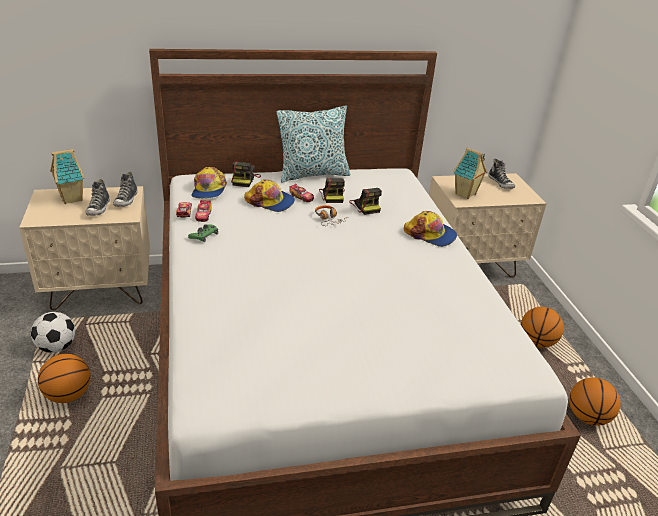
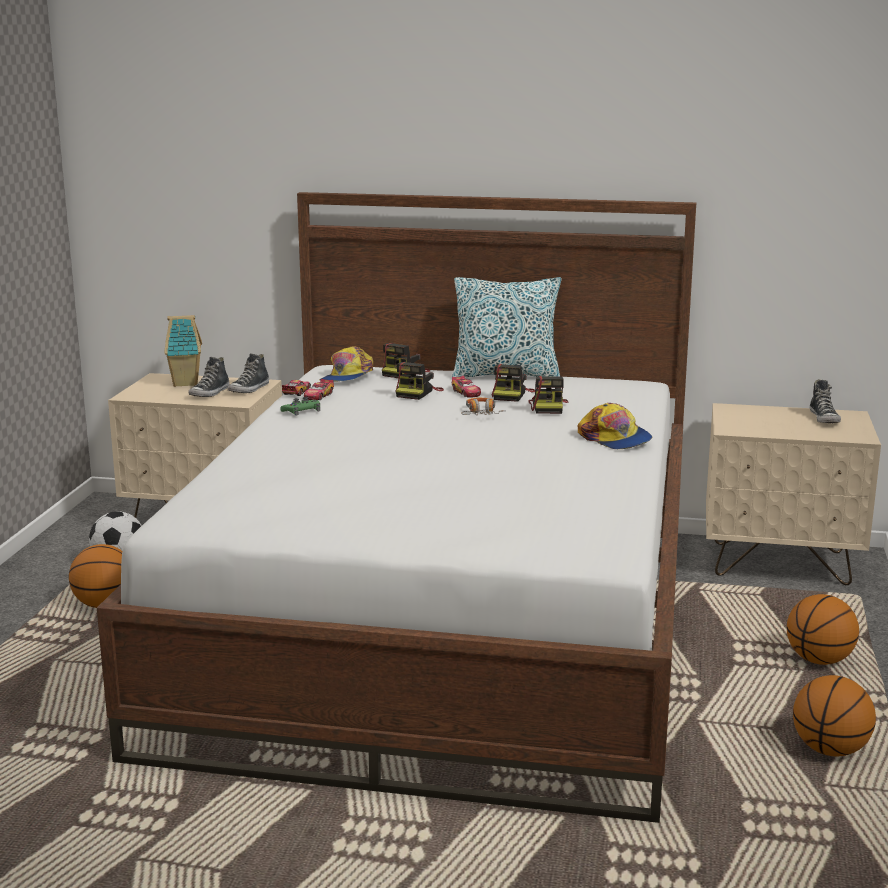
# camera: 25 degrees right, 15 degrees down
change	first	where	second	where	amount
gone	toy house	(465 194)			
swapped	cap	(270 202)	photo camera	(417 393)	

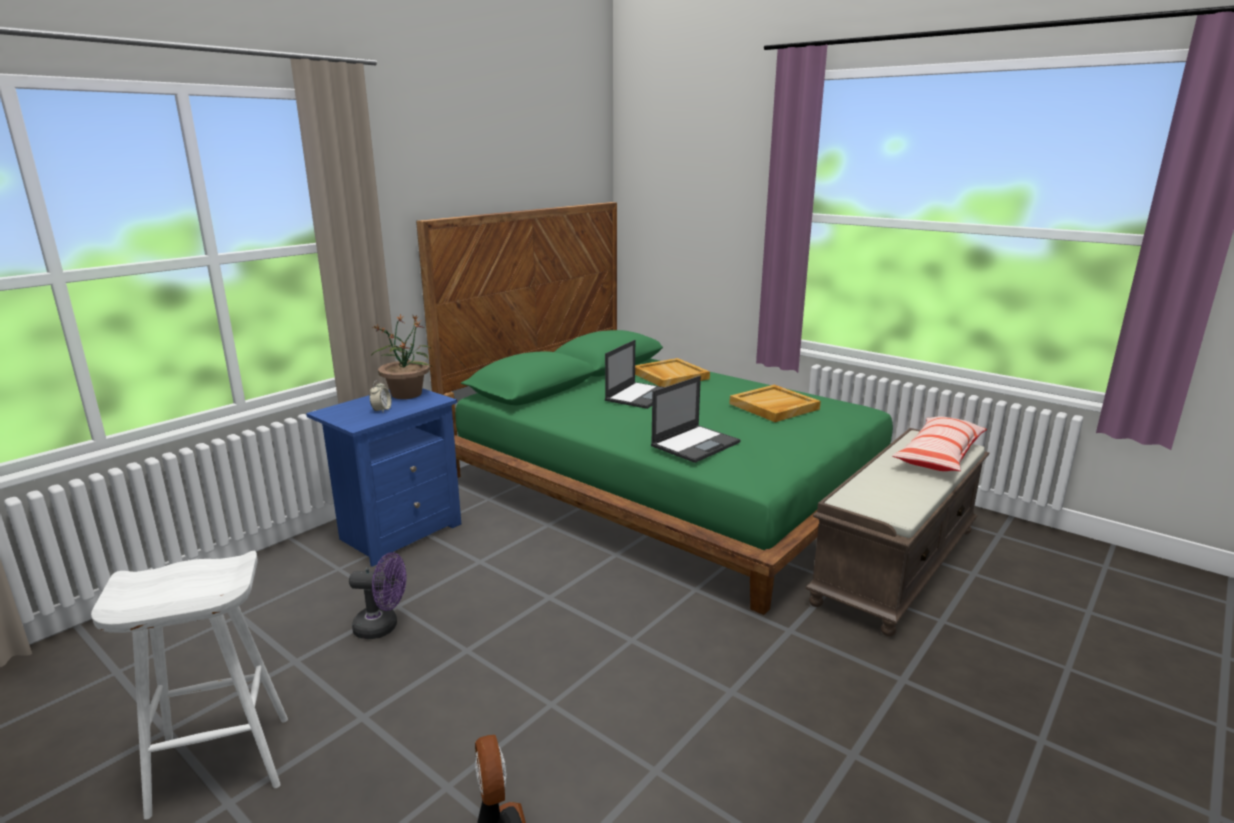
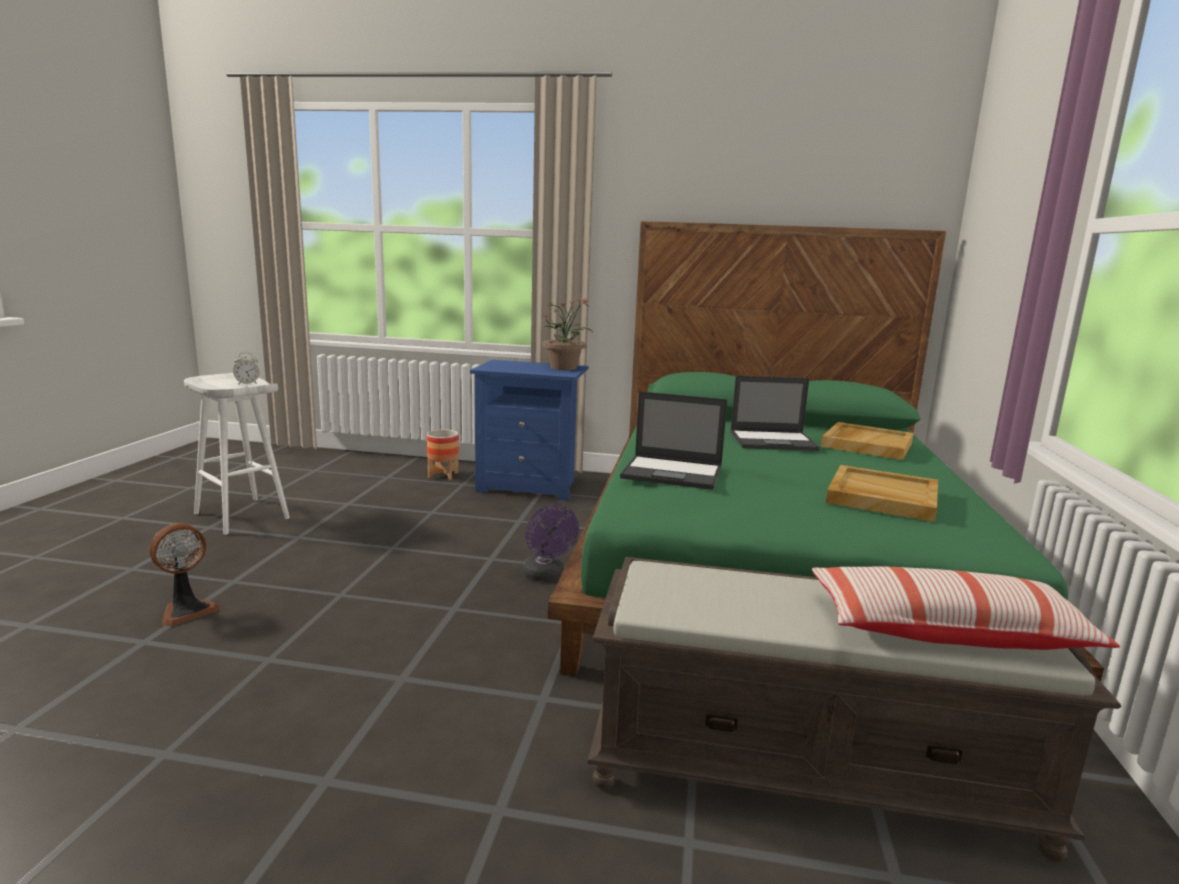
# camera: 60 degrees right, 5 degrees down
change	first	where	second	where	amount
new			planter	(443 475)	
shifted	fan/purple	(383 627)		(546 576)	
shifted	alarm clock	(381 410)		(247 383)	

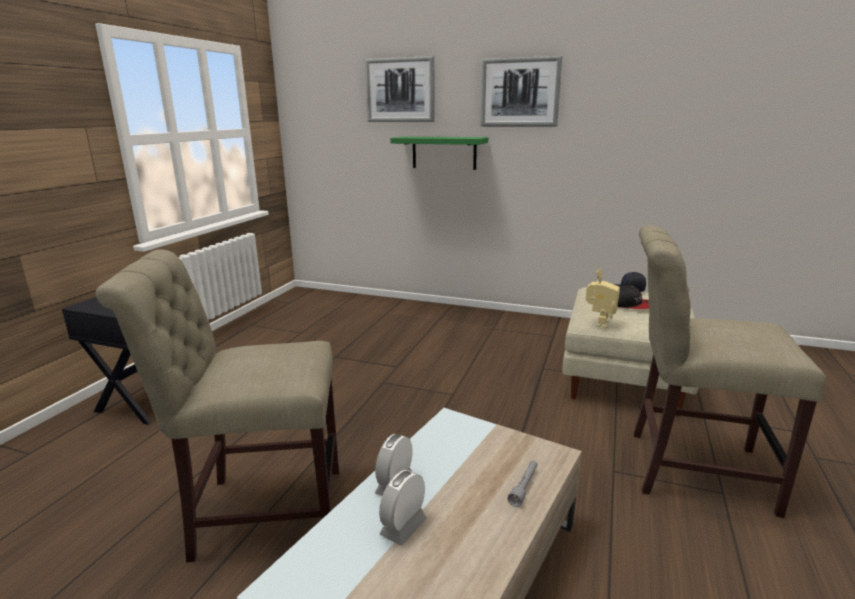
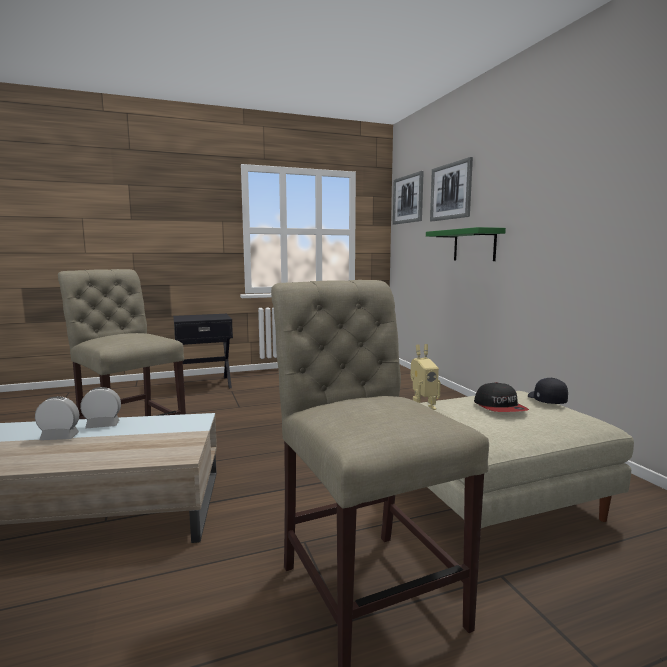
# camera: 50 degrees right, 10 degrees down
change	first	where	second	where	amount
gone	flashlight/grey	(524 487)			
shifted	picture	(520 92)		(408 199)	

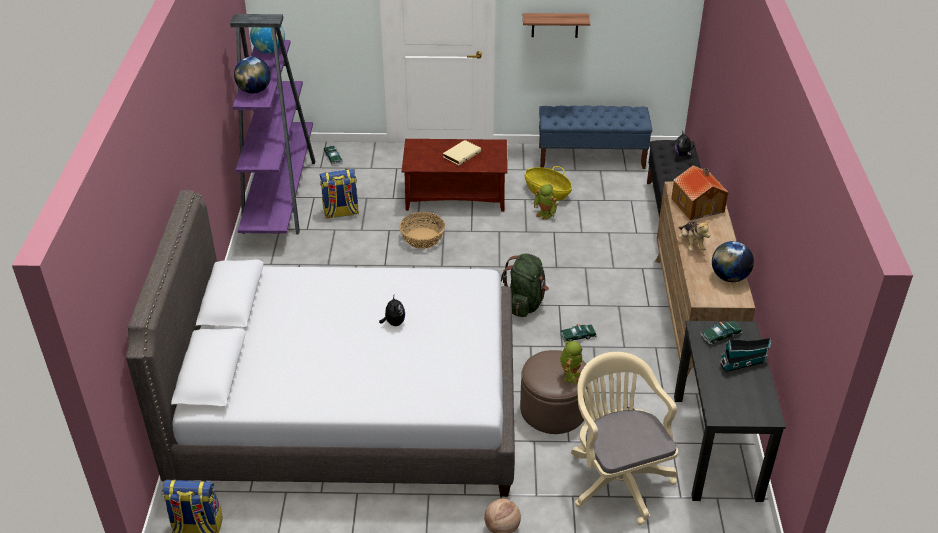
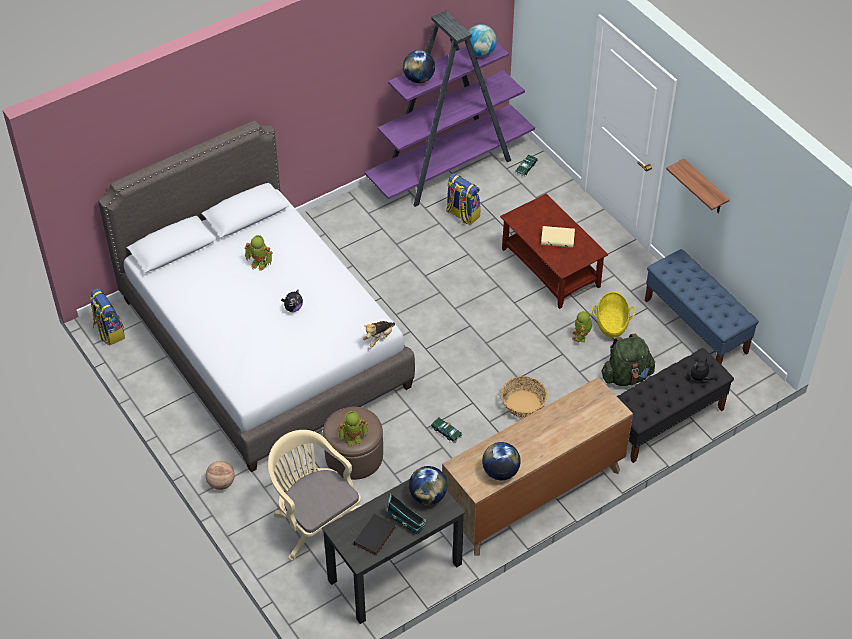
# camera: 55 degrees right, 10 degrees up
change	first	where	second	where	amount
gone	toy house	(698 204)			
new			toy robot	(260 263)	
new			book/black	(375 536)	
shifted	basket	(422 238)		(523 404)	
shifted	backpack/green	(524 303)		(626 376)	
shifted	plush toy	(690 244)		(379 338)	
swapped	toy car	(720 336)	globe	(428 496)	
rotated	office chair/beige	(617 477)		(316 525)	75 degrees counterclockwise

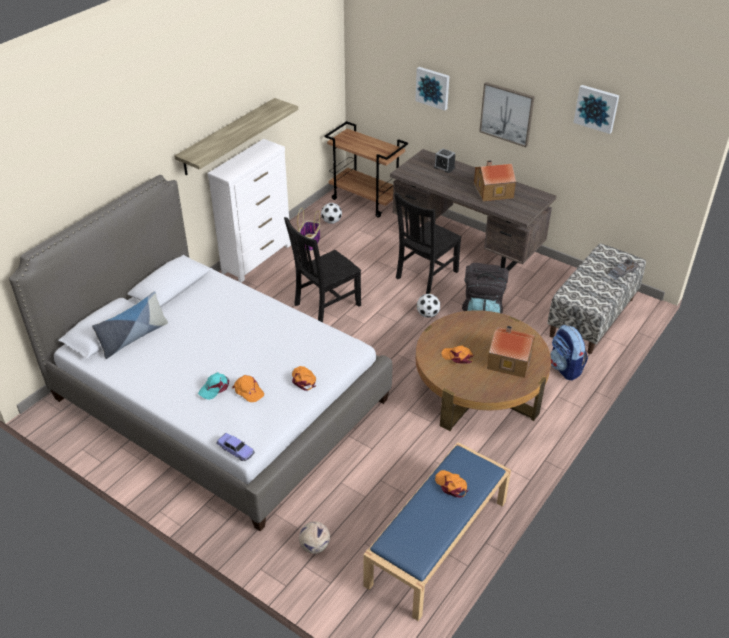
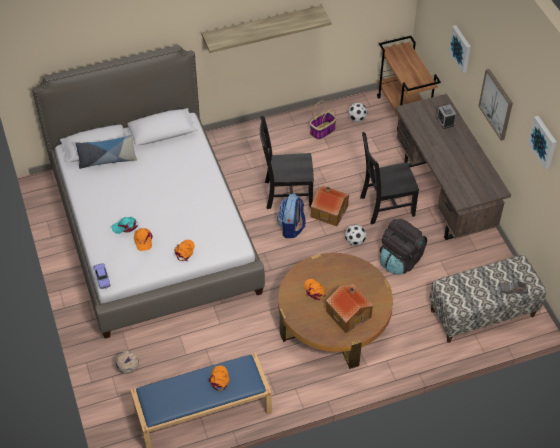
# camera: 35 degrees right, 10 degrees up
change	first	where	second	where	amount
gone	dresser/white	(257 258)			
shifted	toy house	(492 190)		(329 211)	
shifted	backpack	(565 368)		(291 227)	

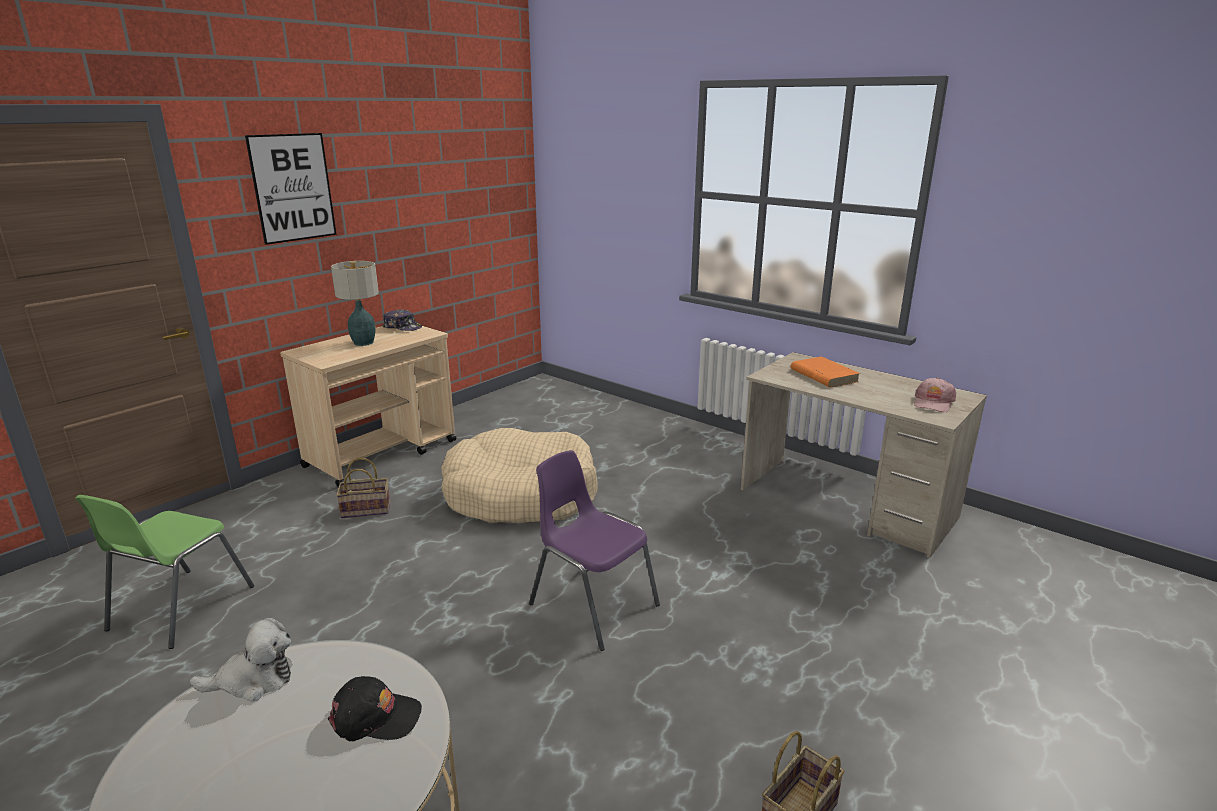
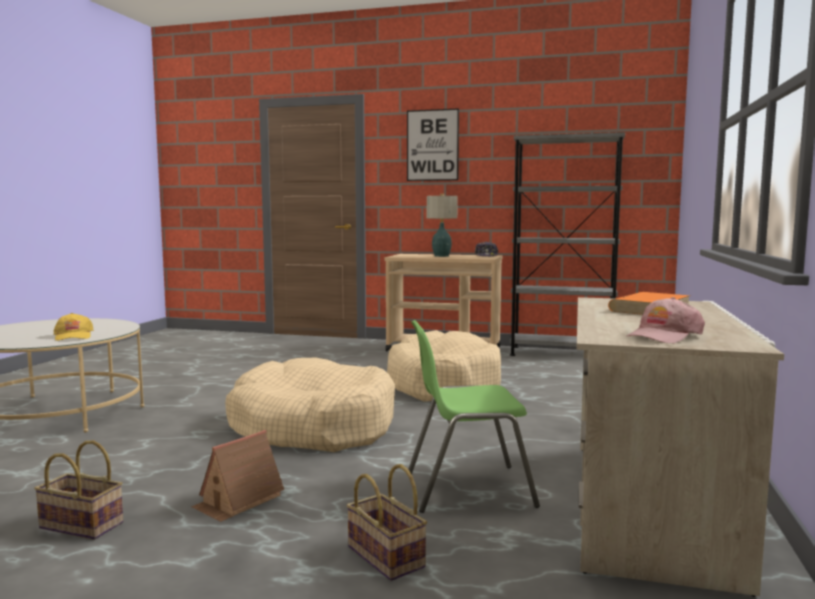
# camera: 65 degrees right, 15 degrees down
change	first	where	second	where	amount
gone	plush toy	(253 680)			
new			toy house	(238 501)	
new			bookcase/grey	(561 353)	
shifted	chair/green	(179 608)		(466 488)	
shifted	basket	(367 509)		(388 557)	
swapped	chair/purple	(592 604)	dog bed/beige	(312 427)	
repainted	cap/black	(375 717)	cap/yellow	(73 336)	
rotated	cap/pink	(933 402)		(663 336)	45 degrees counterclockwise

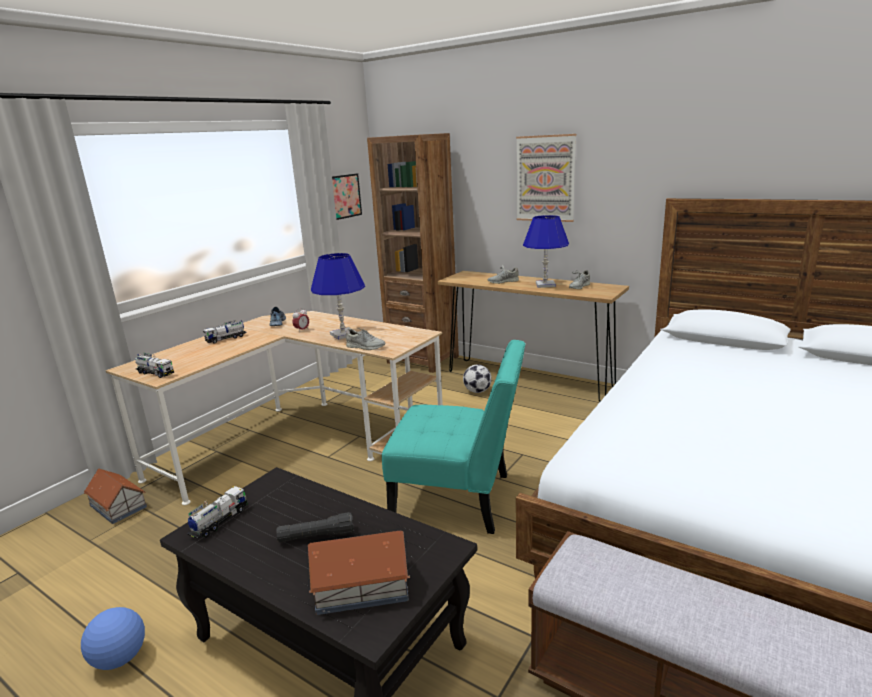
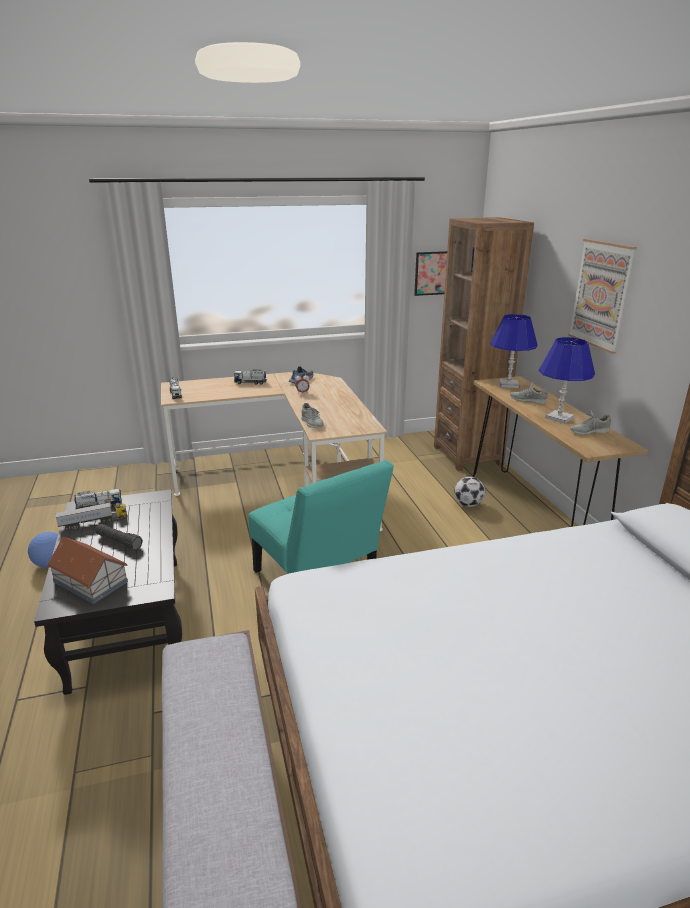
# camera: 40 degrees right, 5 degrees up
change	first	where	second	where	amount
gone	toy house	(118 505)			
new			toy truck	(93 522)	
shifted	table lamp/blue	(343 334)		(508 384)	

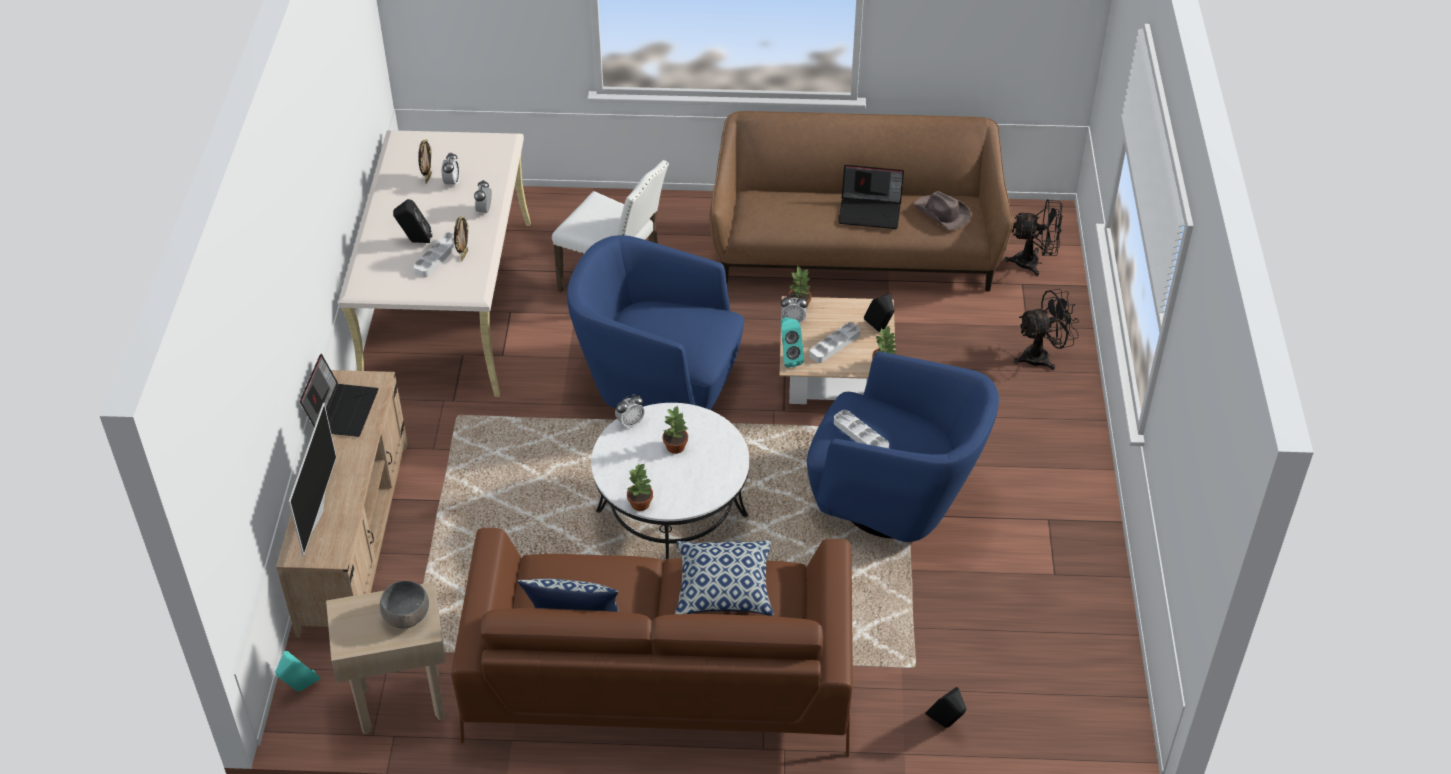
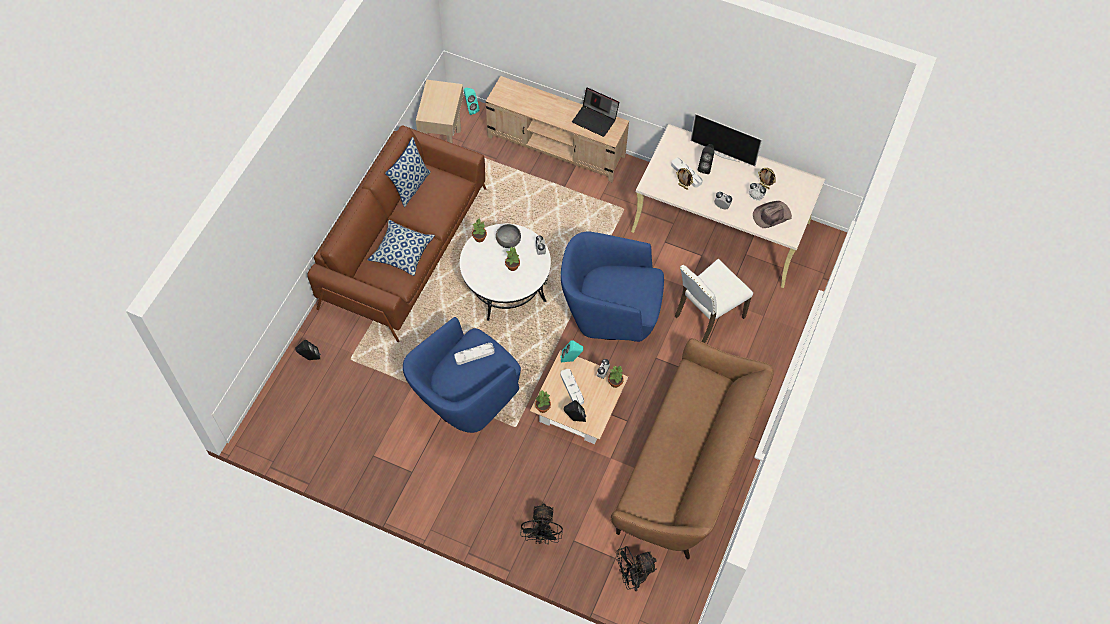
# camera: 110 degrees right, 15 degrees up
change	first	where	second	where	amount
gone	laptop	(870 211)			
shifted	television	(316 512)		(723 155)	
shifted	bowl/grey	(406 616)		(508 241)	
shifted	hat/brown	(941 213)		(771 216)	
rotated	armchair/blue	(658 383)		(609 311)	120 degrees counterclockwise
rotated	fan/black	(1033 263)		(633 576)	45 degrees clockwise

